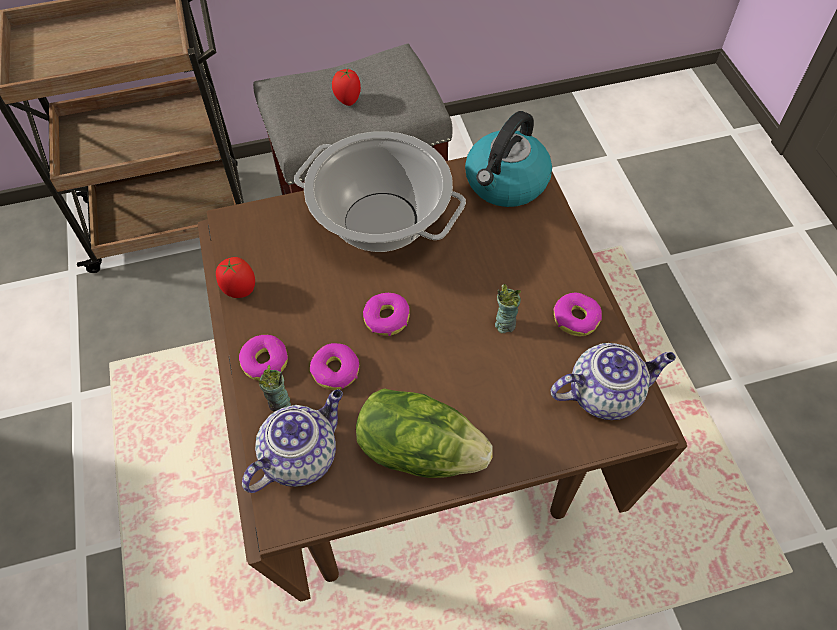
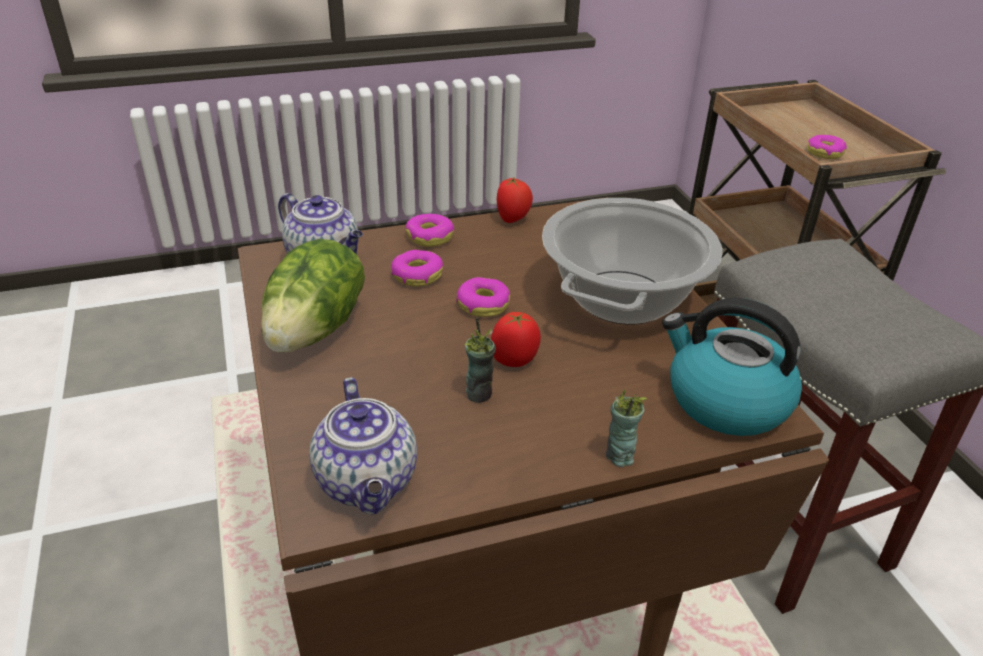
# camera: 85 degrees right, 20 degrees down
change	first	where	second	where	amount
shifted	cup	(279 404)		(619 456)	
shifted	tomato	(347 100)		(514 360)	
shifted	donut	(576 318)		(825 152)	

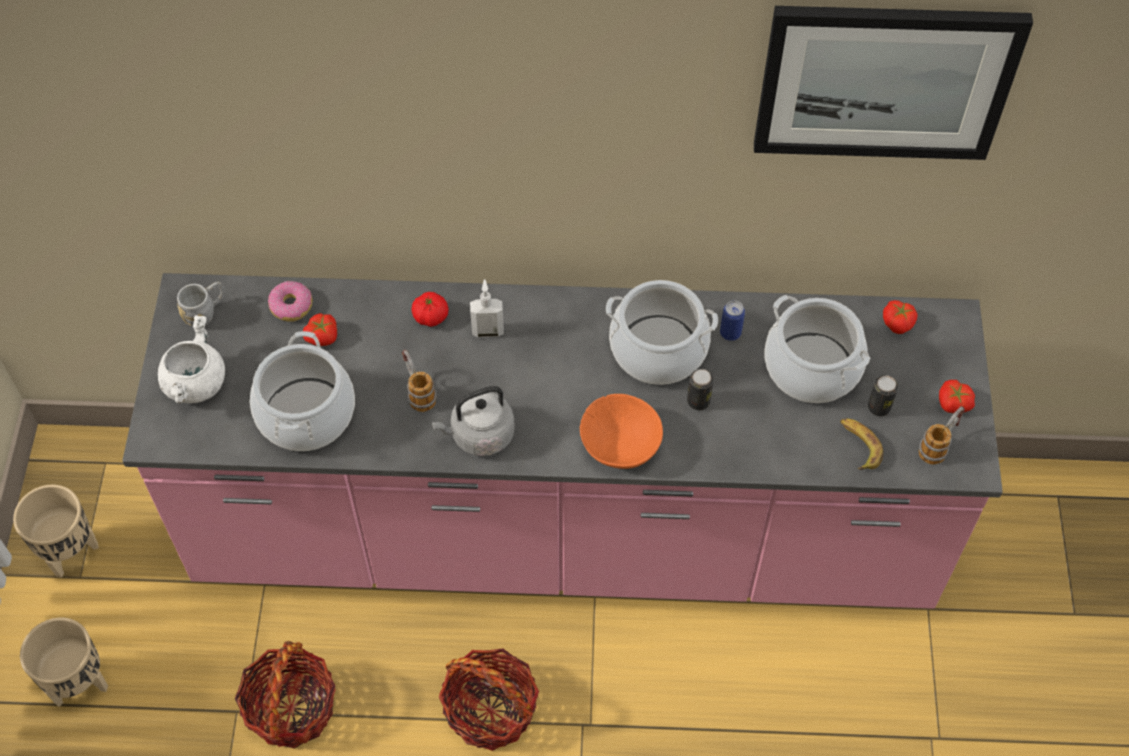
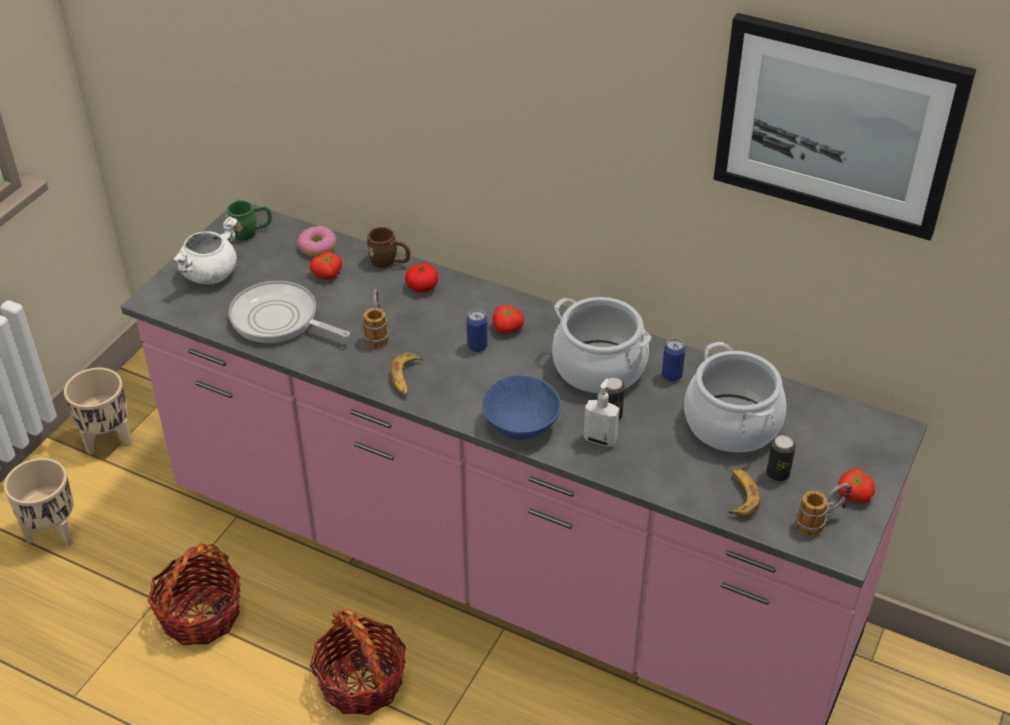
# camera: 25 degrees right, 15 degrees down
change	first	where	second	where	amount
new			mug/brown	(389 262)	
new			can	(477 346)	
shifted	soap dispenser	(488 330)		(600 439)	
shifted	tomato	(898 323)		(508 327)	
swapped	cooking pot	(306 414)	frying pan	(279 320)	
swapped	kettle/grey	(479 435)	banana	(406 378)	
repainted	mug/grey	(206 312)	mug/green	(250 232)	
repainted	bowl/orange	(620 443)	bowl/blue	(522 423)	

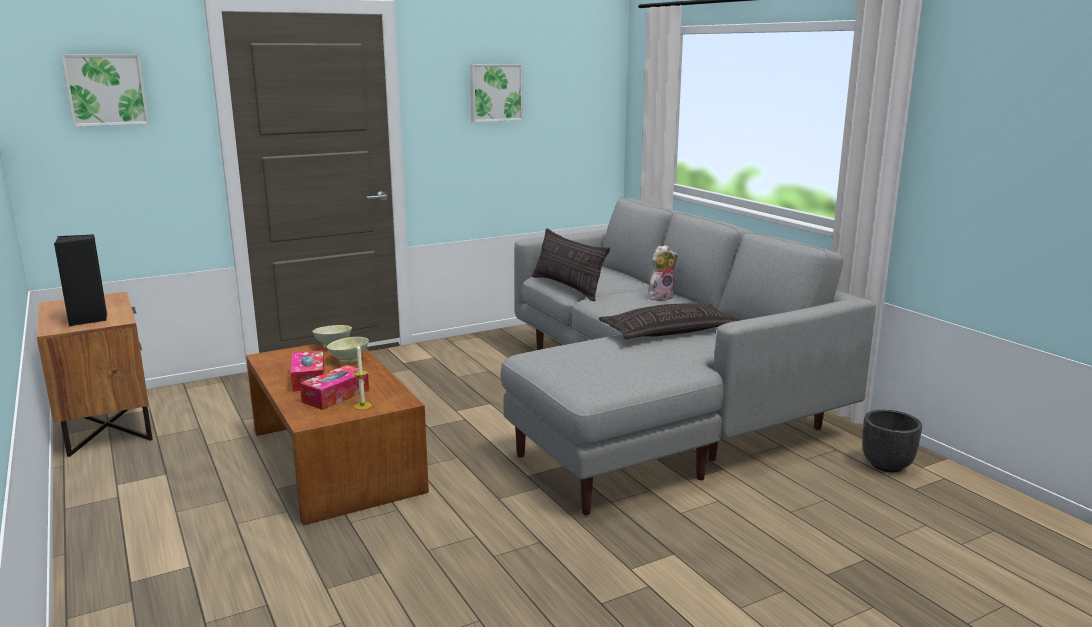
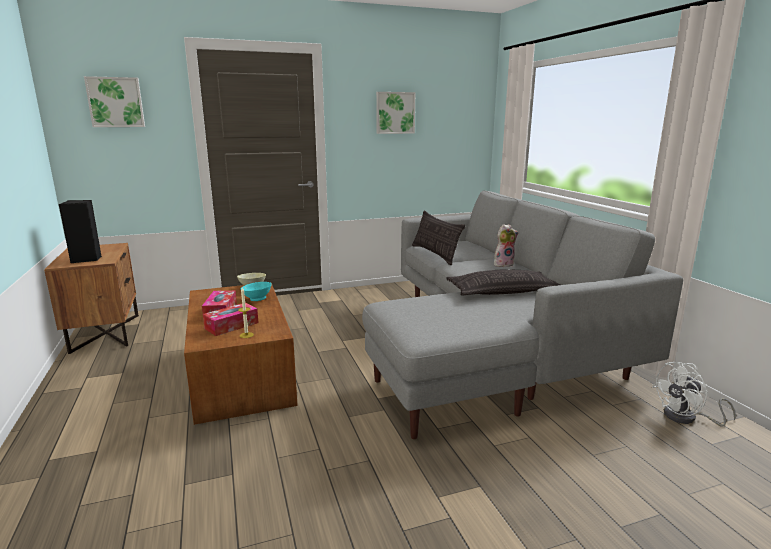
# camera: 10 degrees right, 0 degrees up
change	first	where	second	where	amount
swapped	planter/black	(887 465)	fan/white	(686 418)	
repainted	bowl/beige	(349 360)	bowl/turquoise	(257 299)	

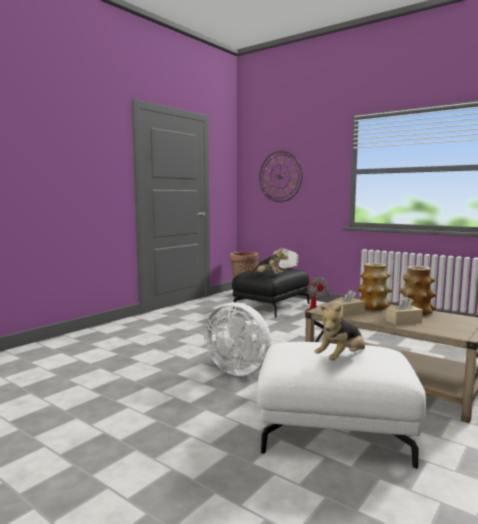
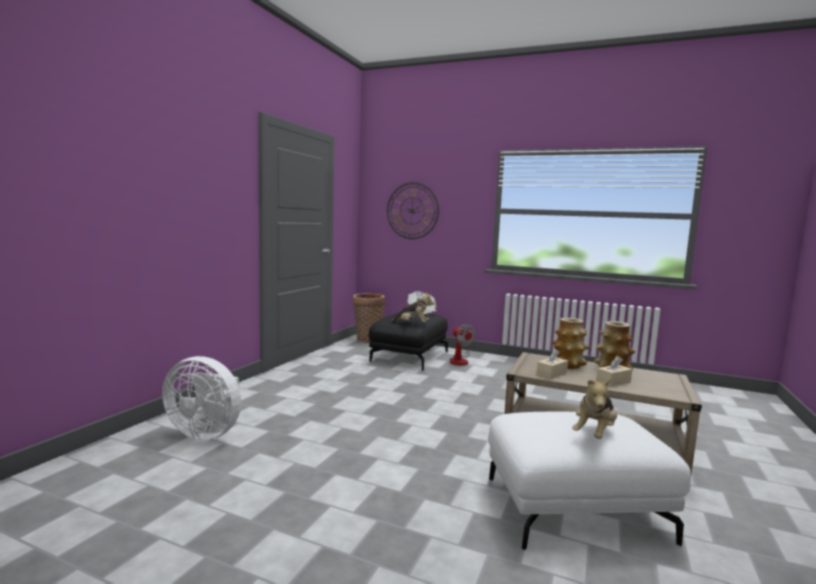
# camera: 15 degrees left, 0 degrees up
change	first	where	second	where	amount
shifted	fan/white	(239 370)		(207 433)	

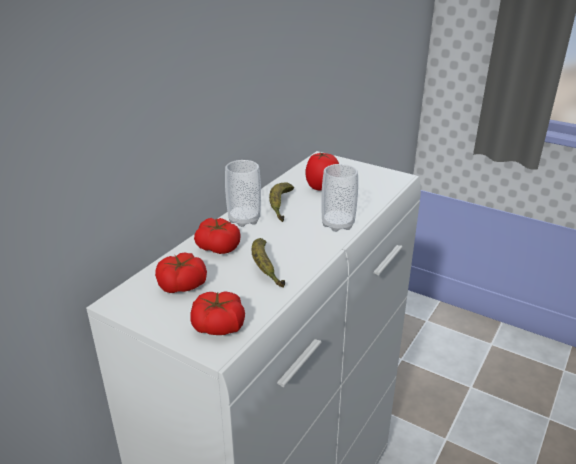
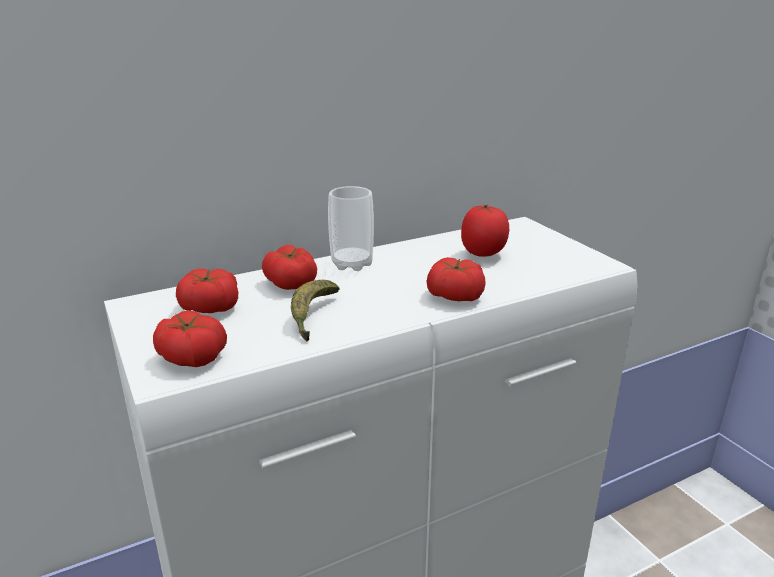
# camera: 30 degrees right, 5 degrees down
change	first	where	second	where	amount
gone	banana	(280 206)			
swapped	cup	(338 224)	tomato	(455 295)	

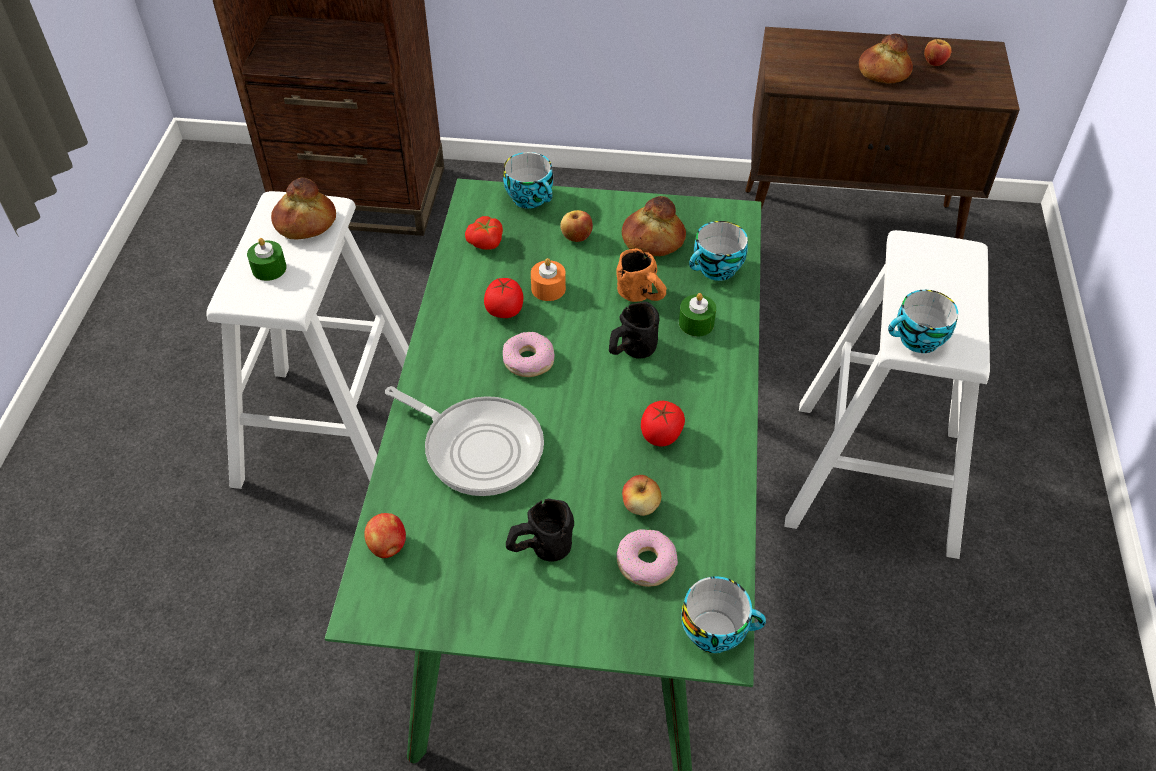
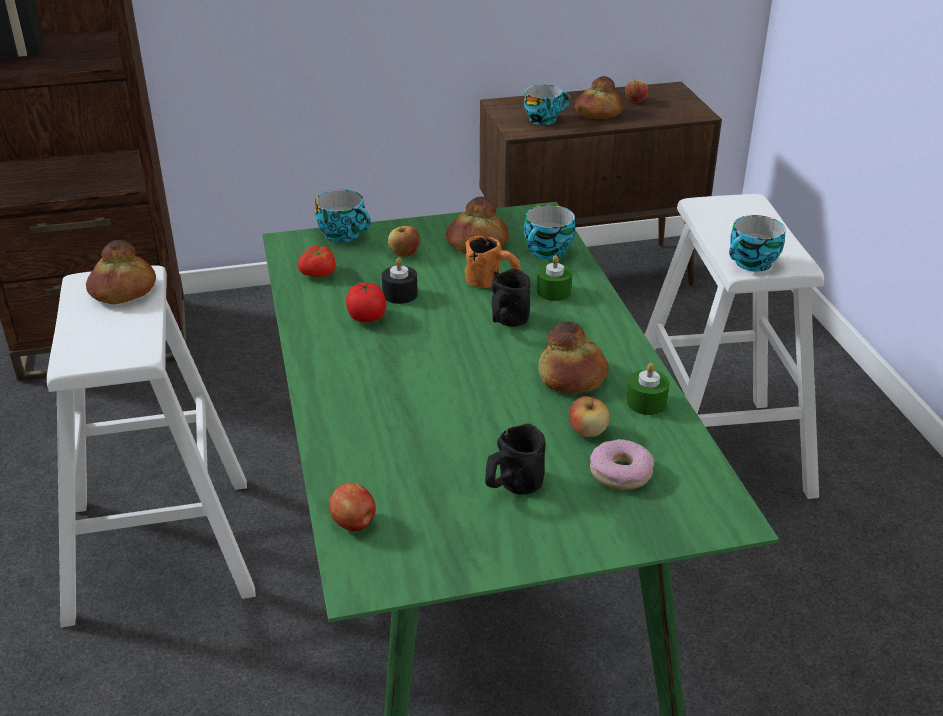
# camera: 20 degrees left, 15 degrees down
change	first	where	second	where	amount
gone	frying pan	(478 447)			
gone	donut	(529 360)			
shifted	candle/green	(269 268)		(646 402)	
shifted	cup	(717 630)		(544 119)	
swapped	tomato	(661 435)	bread	(573 376)	
repainted	candle/orange	(548 288)	candle/black	(400 294)	

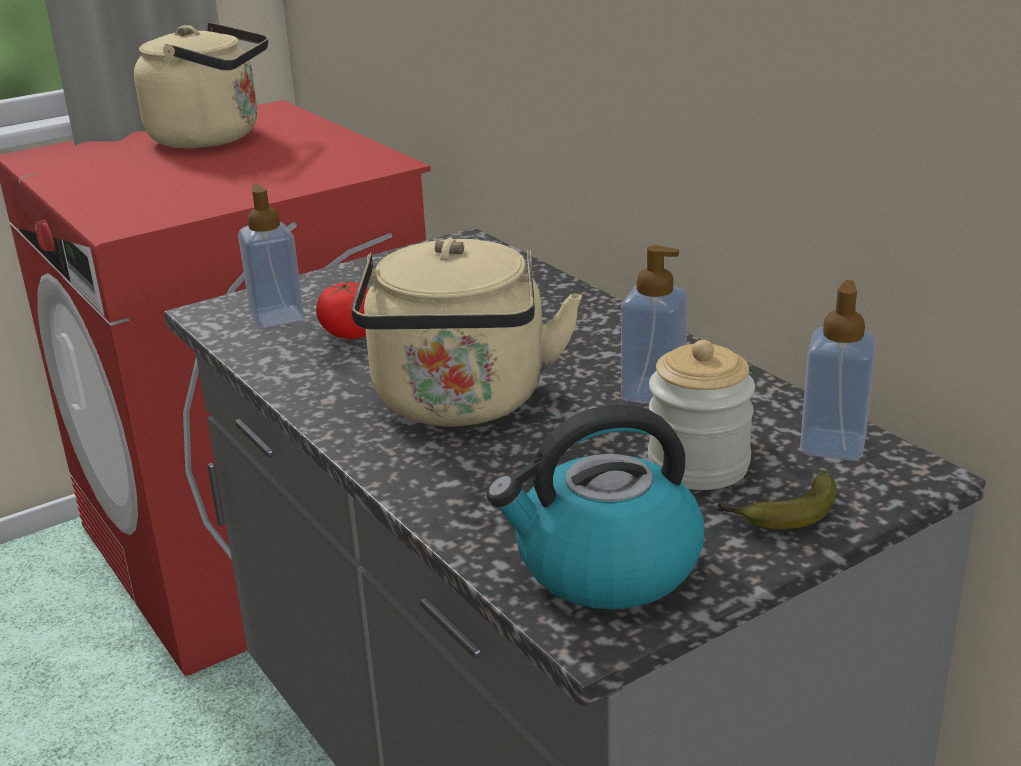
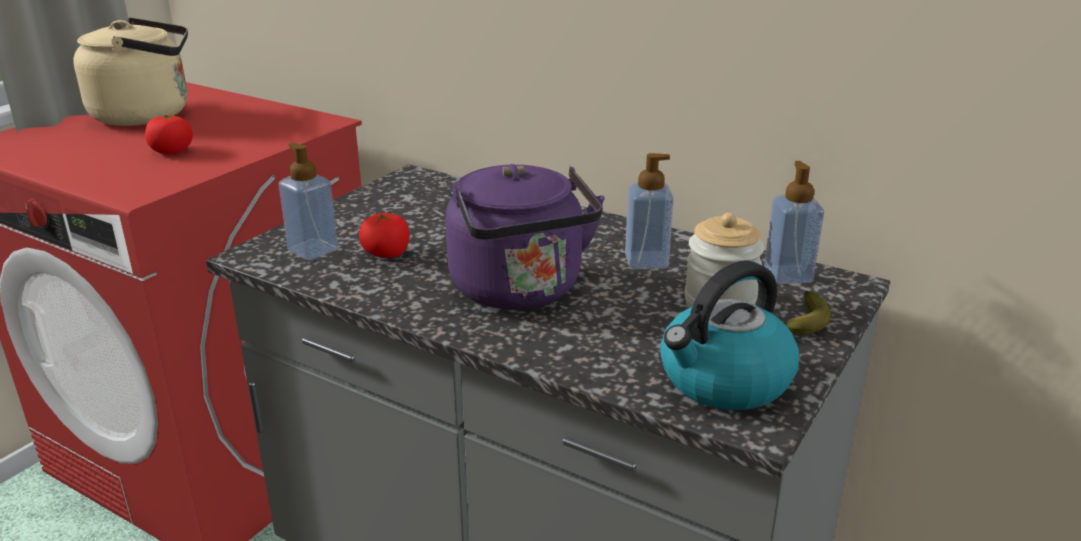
# camera: 25 degrees left, 0 degrees up
change	first	where	second	where	amount
new			tomato	(172 151)	
repainted	kettle/beige	(461 404)	kettle/purple	(520 291)	

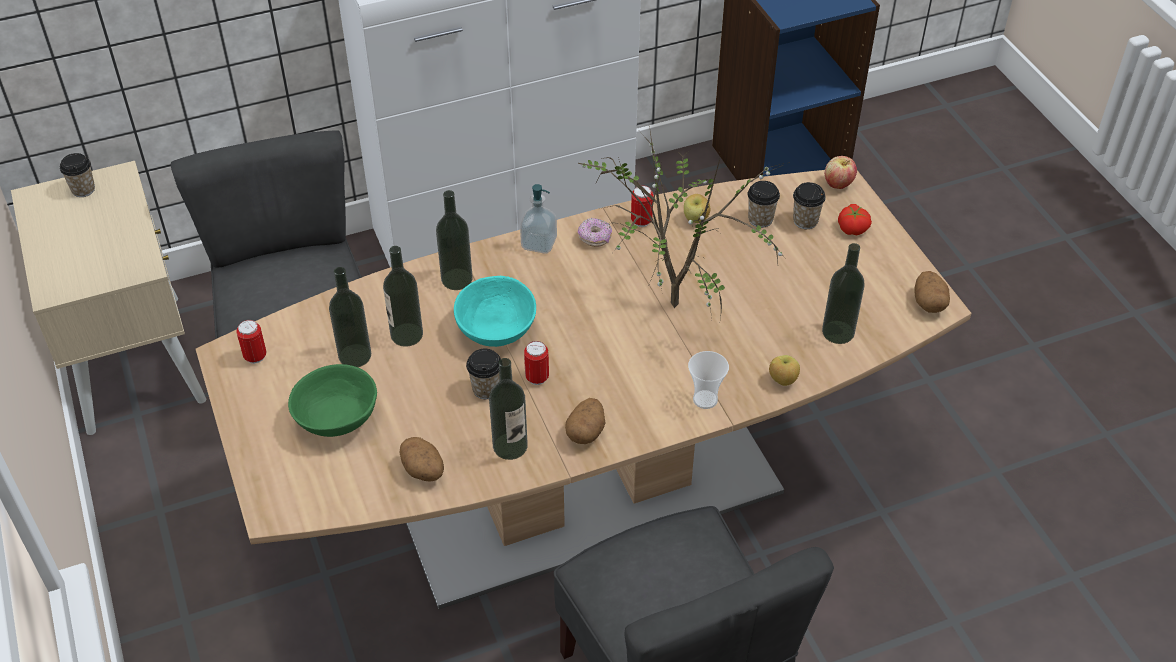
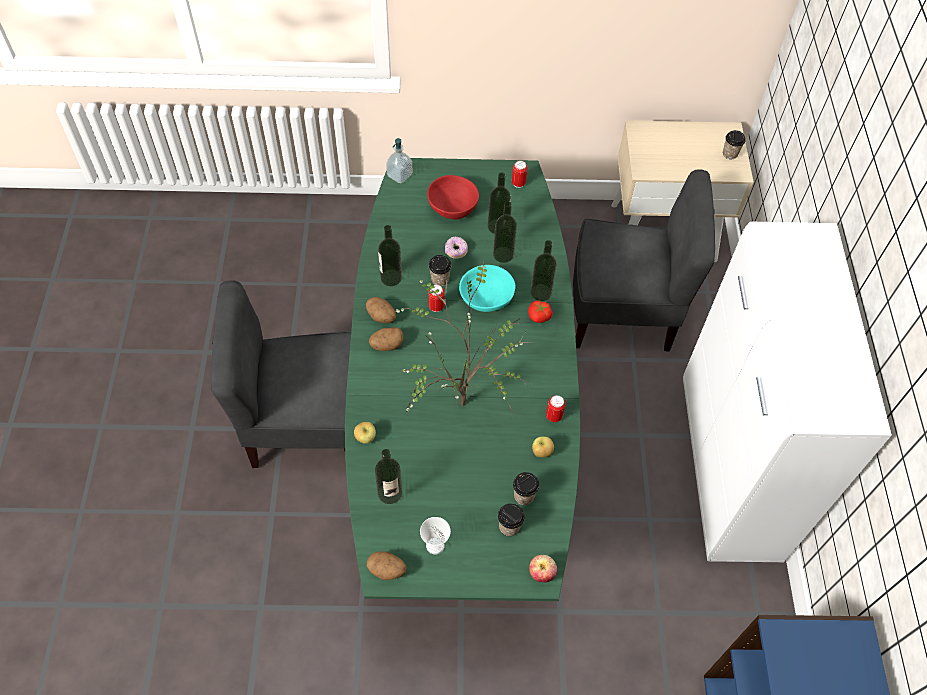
# camera: 110 degrees right, 10 degrees up
change	first	where	second	where	amount
shifted	potato	(424 471)		(386 345)	
shifted	soap dispenser	(539 243)		(399 175)	
shifted	donut	(594 238)		(456 251)	
shifted	cup	(705 399)		(435 545)	
shifted	tomato	(853 228)		(539 316)	
repainted	dining table/brown	(586 492)	dining table/green	(459 434)	
repainted	bowl/green	(339 418)	bowl/red	(452 208)	

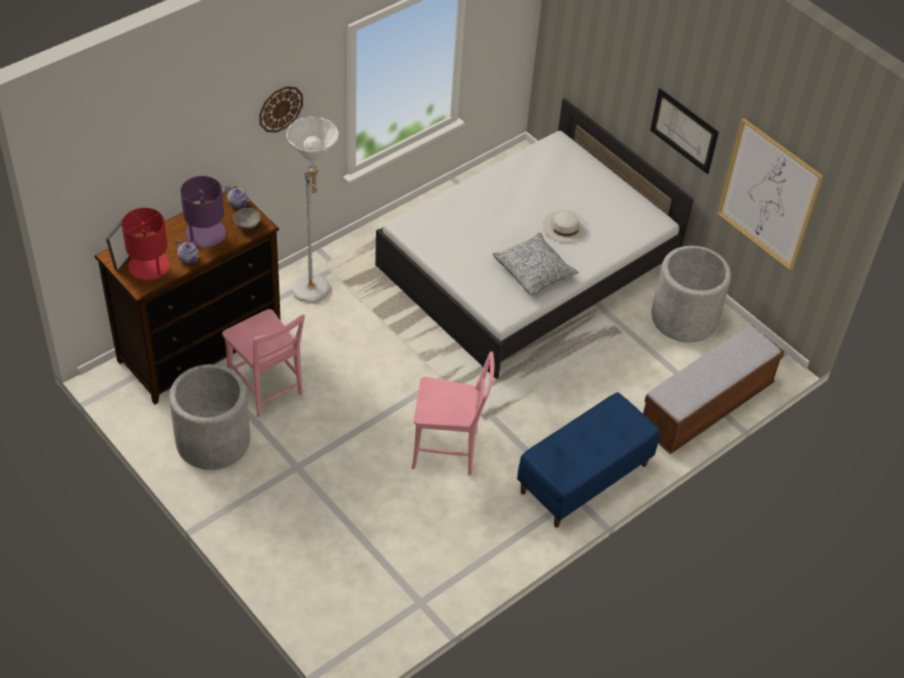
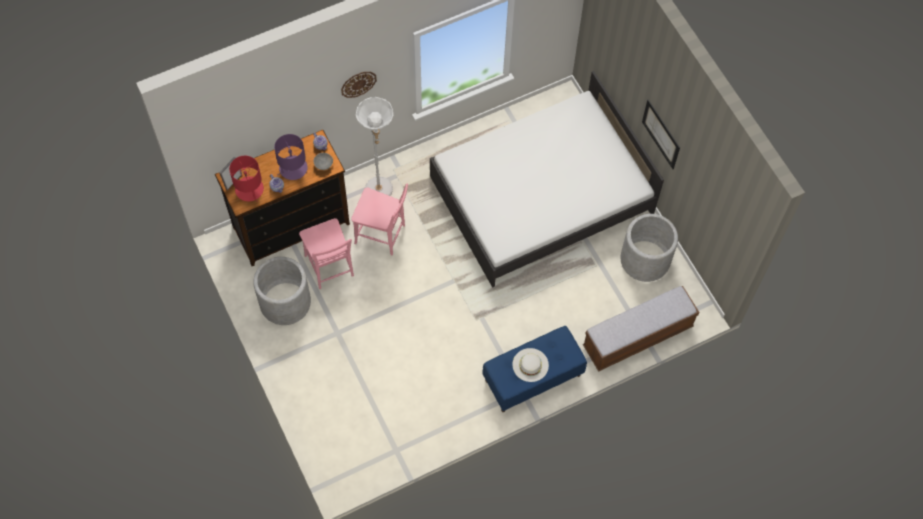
# camera: 15 degrees right, 15 degrees up
change	first	where	second	where	amount
gone	pillow	(534 271)			
gone	picture	(768 194)			
shifted	chair/pink	(449 451)		(382 235)	
shifted	hat/white	(565 226)		(530 365)	

